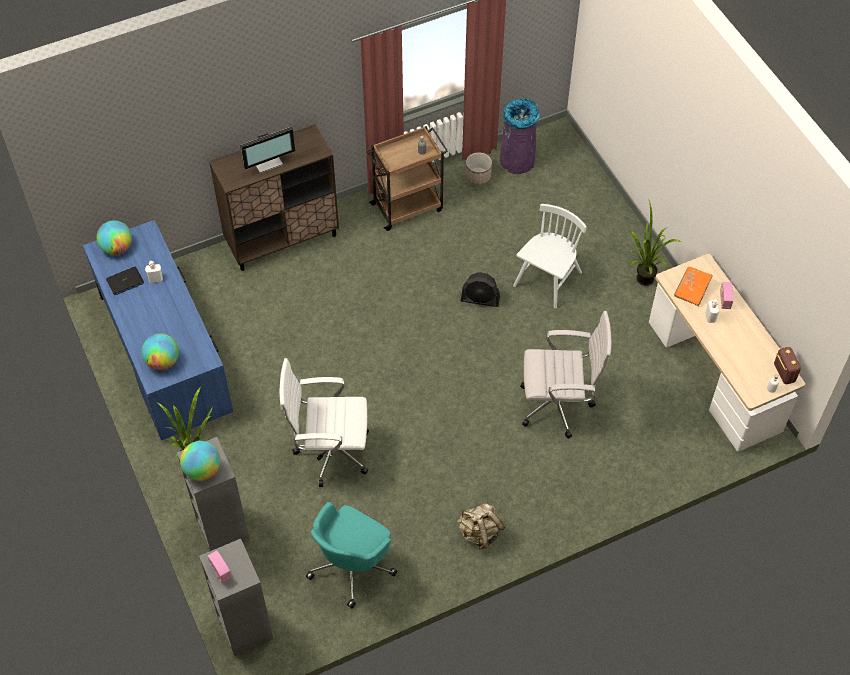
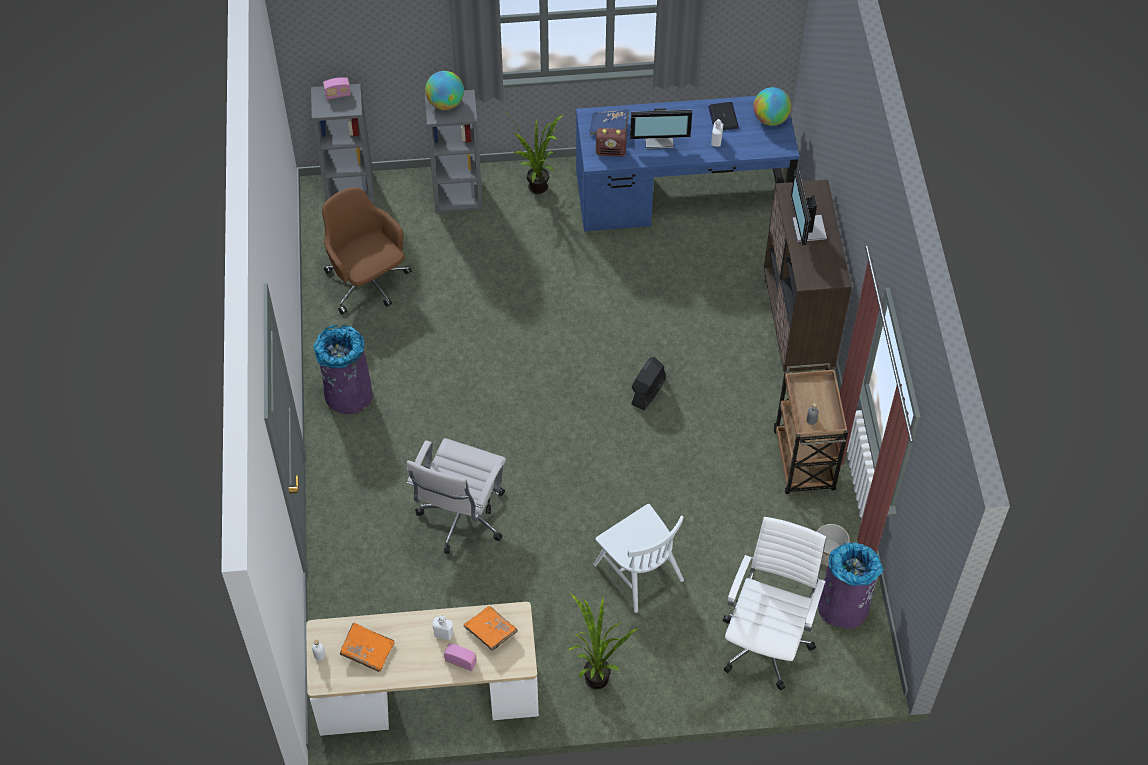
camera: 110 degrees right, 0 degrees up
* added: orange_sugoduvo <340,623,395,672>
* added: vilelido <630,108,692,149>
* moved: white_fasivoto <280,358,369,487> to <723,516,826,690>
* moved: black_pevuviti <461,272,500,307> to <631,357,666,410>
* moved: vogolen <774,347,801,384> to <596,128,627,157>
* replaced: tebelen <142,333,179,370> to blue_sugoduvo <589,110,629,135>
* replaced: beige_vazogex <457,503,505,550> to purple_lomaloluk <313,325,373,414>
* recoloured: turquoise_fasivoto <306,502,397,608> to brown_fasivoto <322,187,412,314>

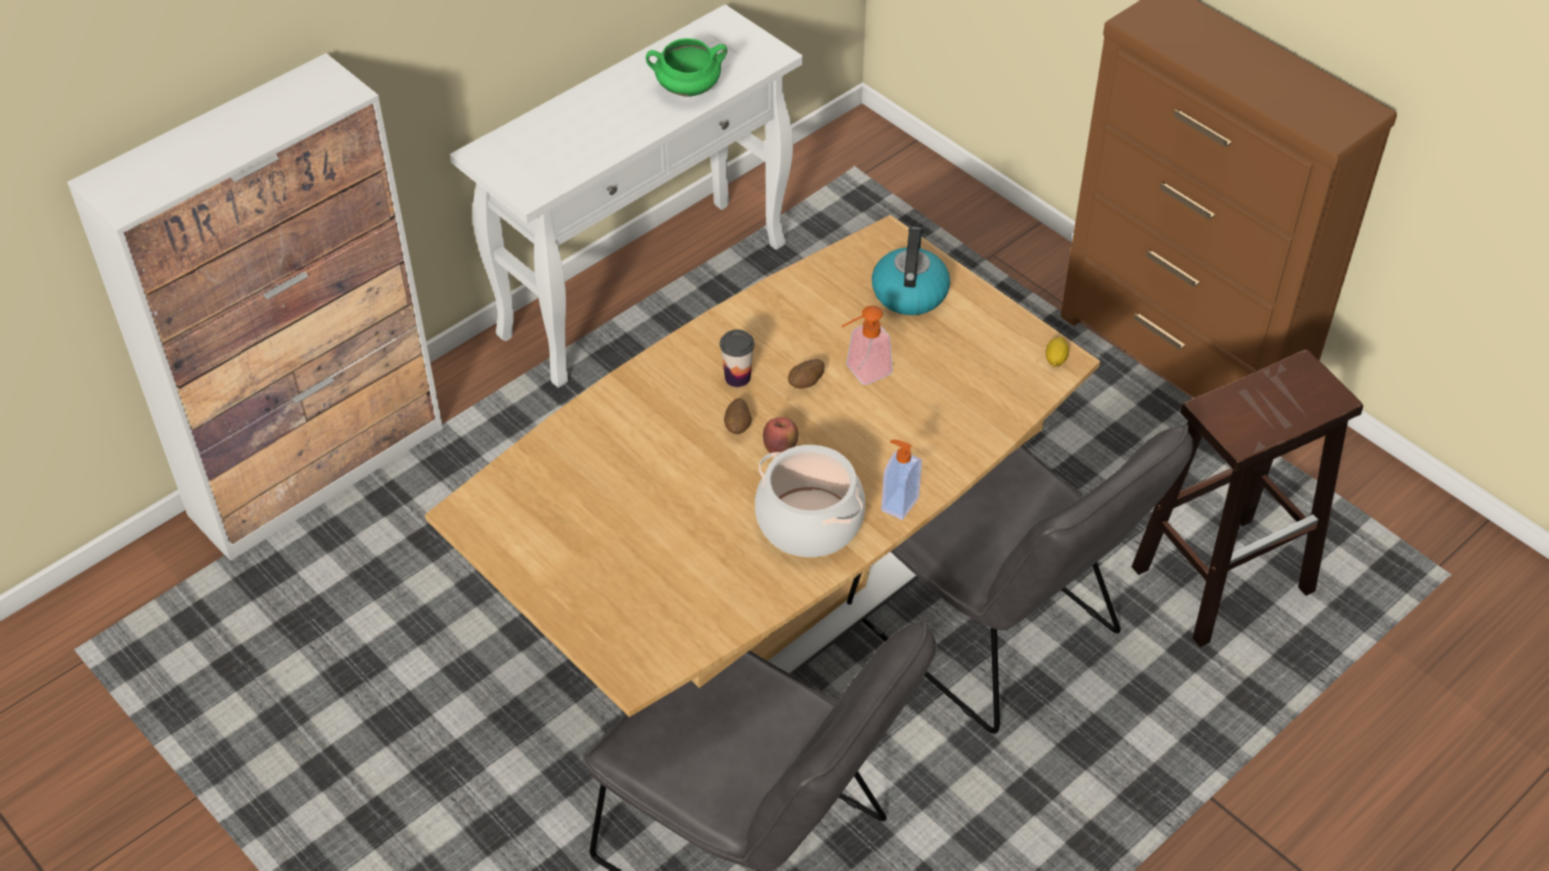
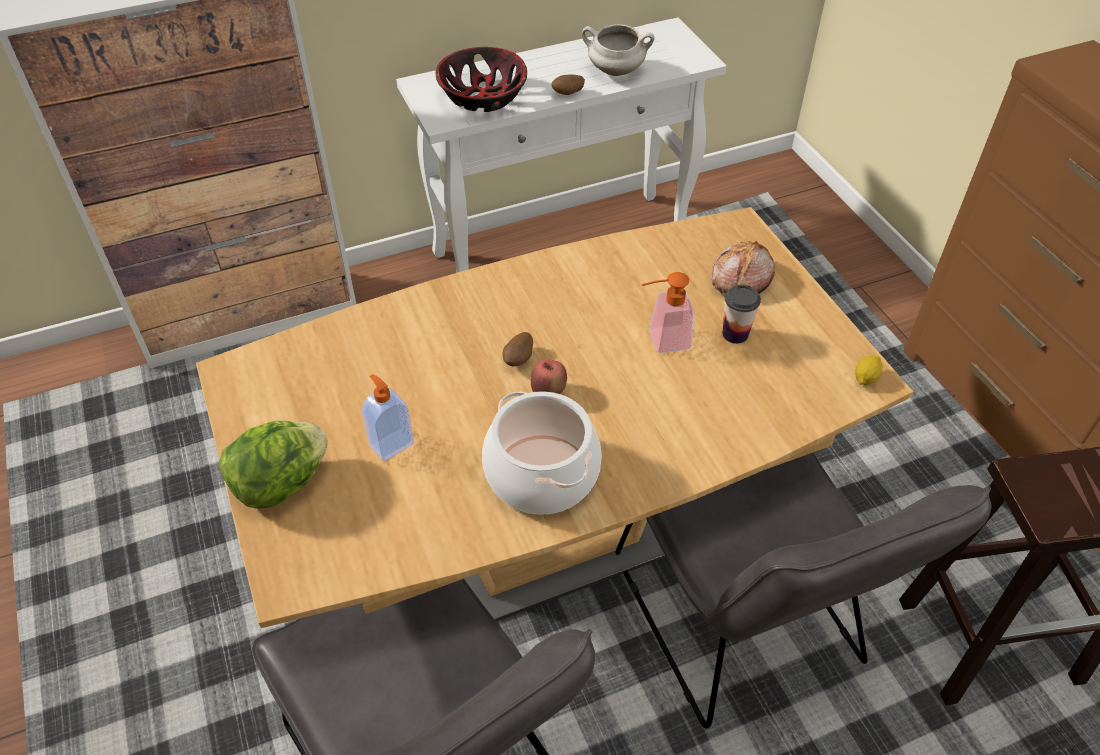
camera: 20 degrees right, 0 degrees up
* added: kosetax <219,420,328,509>
* added: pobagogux <436,47,527,112>
* moved: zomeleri <720,329,754,387> to <722,284,761,344>
* moved: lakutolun <788,359,824,389> to <551,74,585,95>
* moved: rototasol <881,440,922,520> to <361,374,414,462>
* replaced: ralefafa <872,227,950,315> to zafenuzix <712,241,775,294>
* recoloured: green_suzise <646,38,727,97> to white_suzise <582,24,654,76>

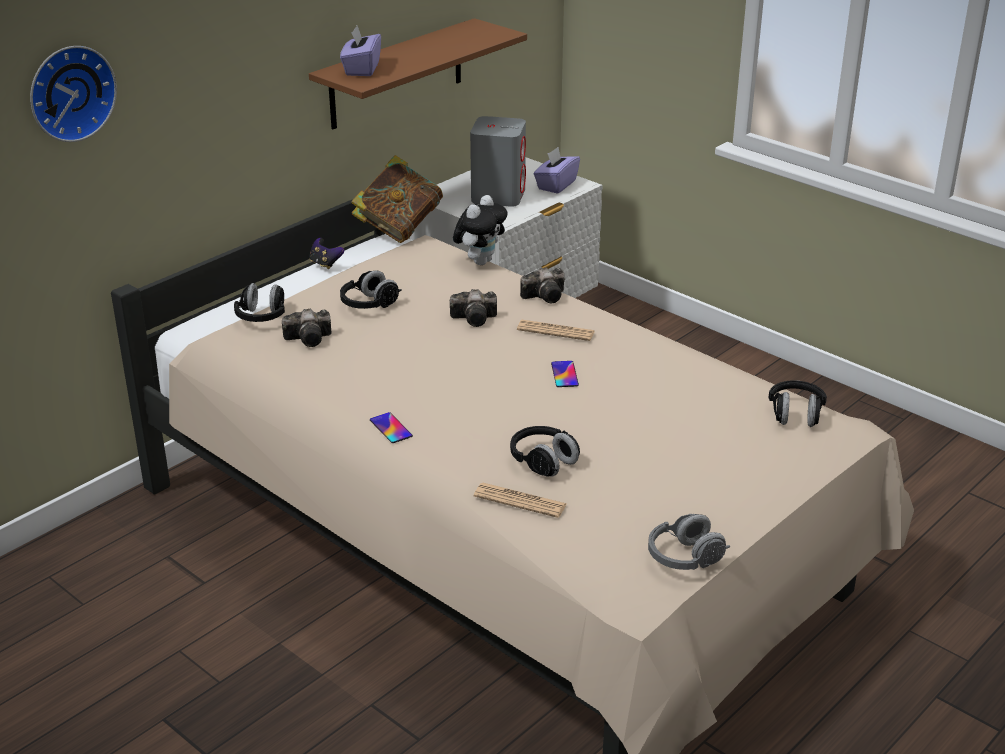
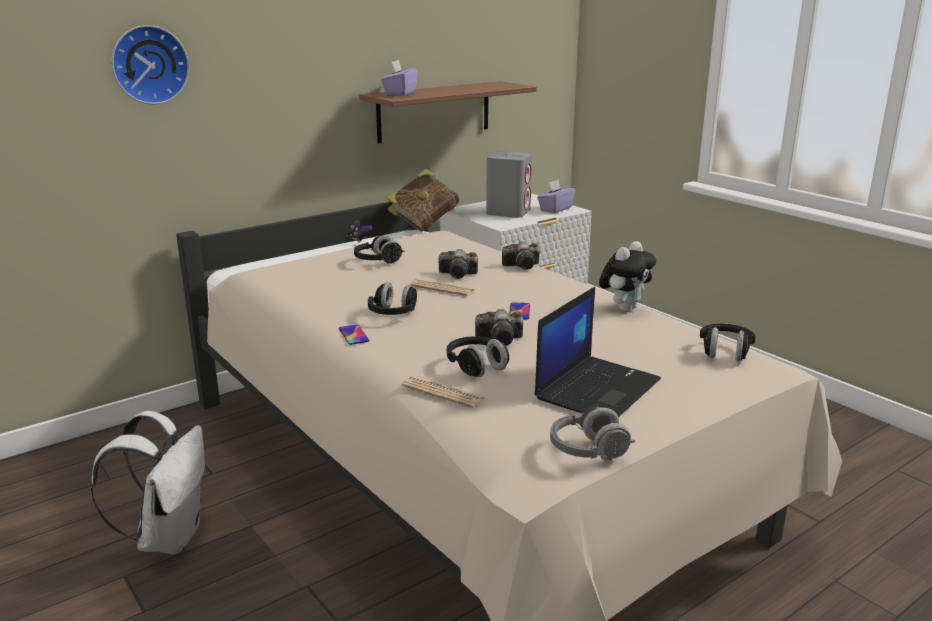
camera: 10 degrees right, 10 degrees down
* added: white_vazogex <91,411,205,555>
* added: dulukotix <534,287,661,417>
* moved: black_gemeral <234,283,285,322> to <368,282,417,315>
* moved: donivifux <282,309,331,347> to <475,309,523,346>
* moved: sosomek <453,195,508,265> to <599,241,656,312>
* moved: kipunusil <517,320,595,341> to <410,279,475,296>

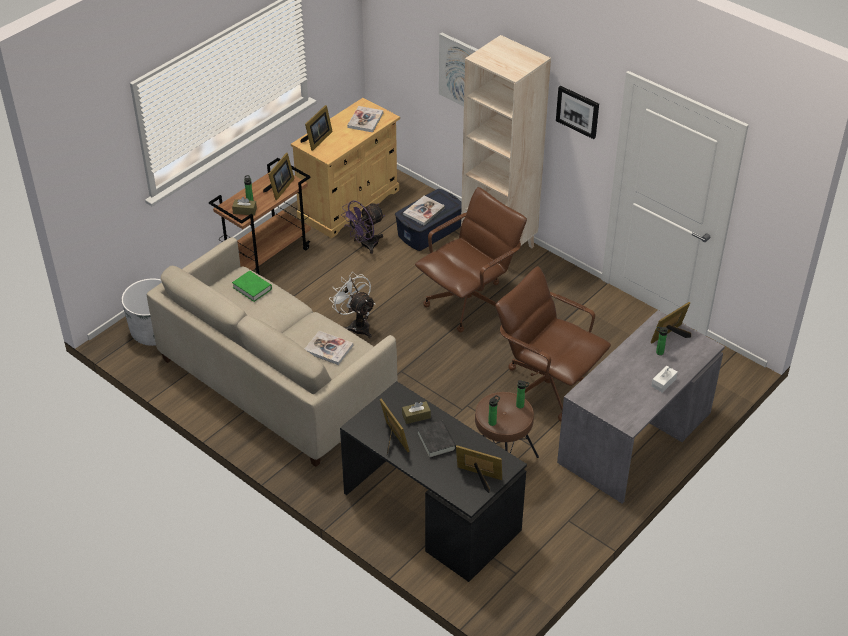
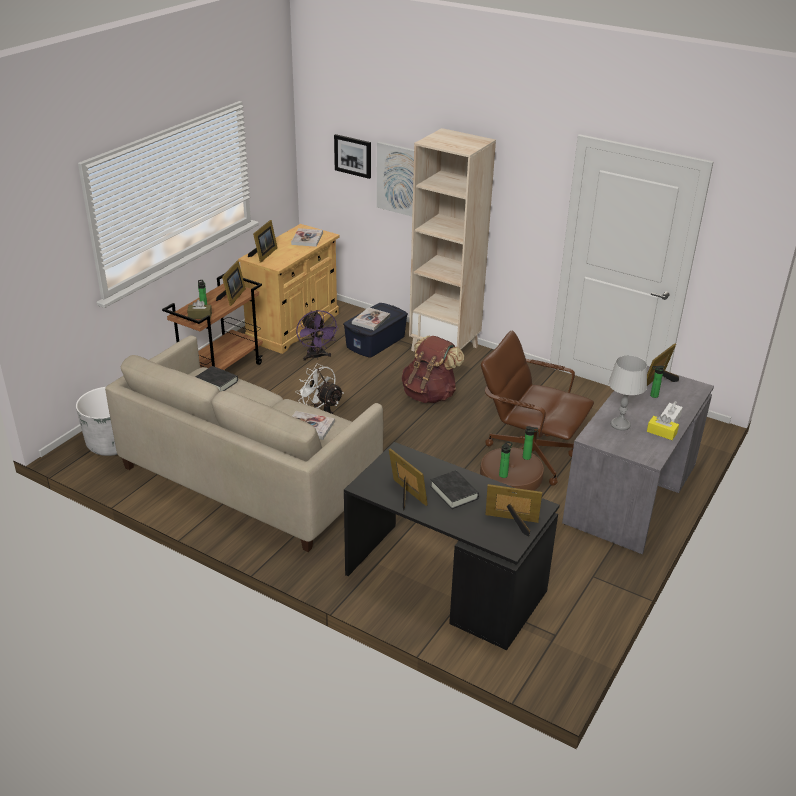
camera: 10 degrees left, 10 degrees down
* removed: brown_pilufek <402,401,431,424>
* added: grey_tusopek <608,355,647,431>
* added: yellow_pilufek <647,414,679,440>
* moved: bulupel <556,86,599,139> to <334,134,371,179>
* replaced: brown_fasivoto <415,187,527,332> to brown_vazogex <402,336,464,403>
* recoloured: green_sugoduvo <232,271,272,302> to black_sugoduvo <196,366,238,391>
* turned: purple_pevuviti <341,200,385,254> = <296,310,339,361> 60 degrees counterclockwise

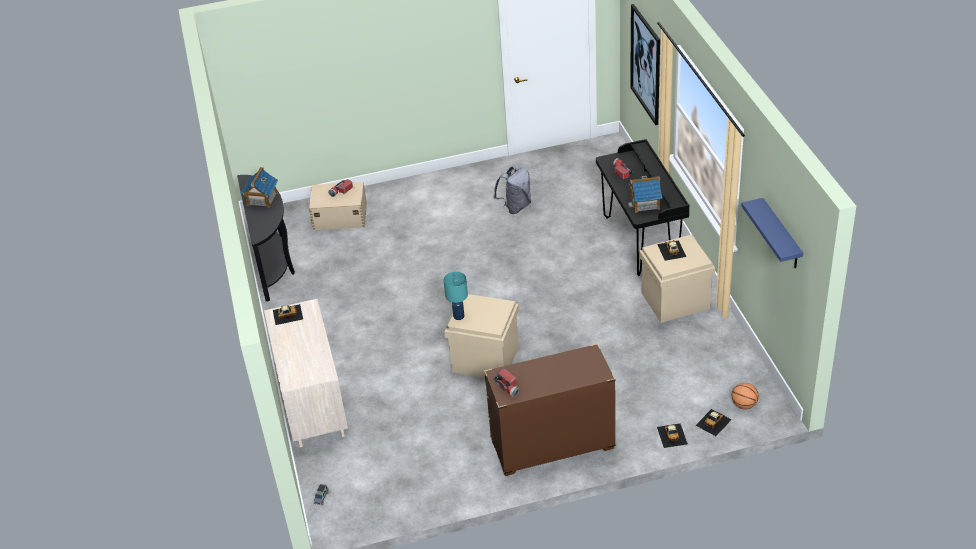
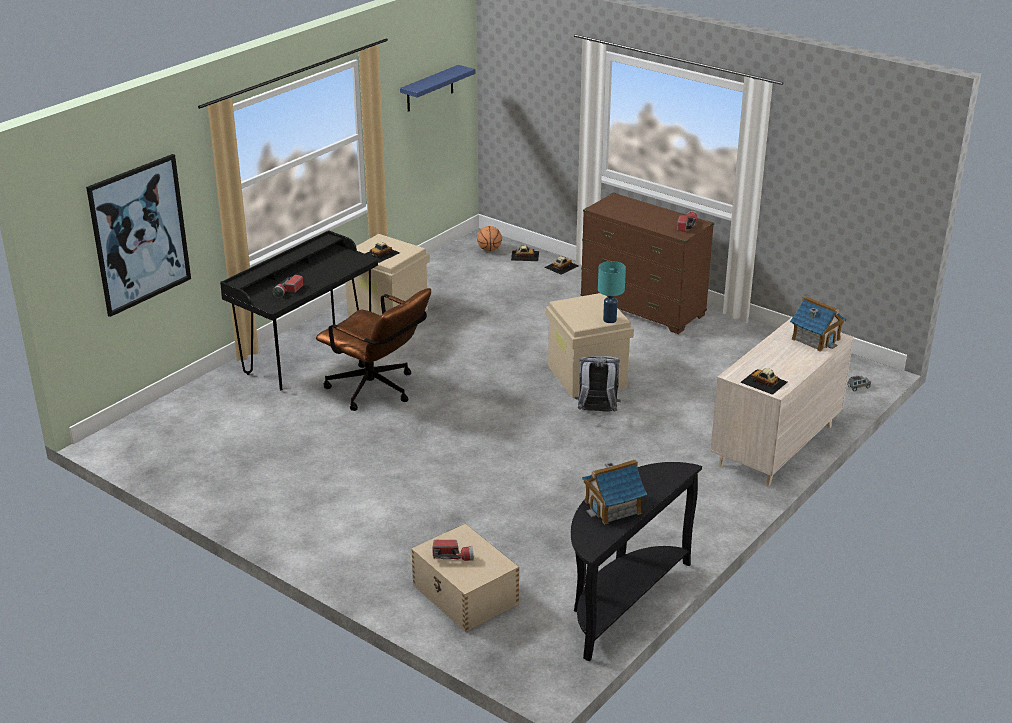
camera: 130 degrees left, 10 degrees down
* added: brown_fasivoto <316,288,431,411>
* moved: grey_vazogex <493,166,531,214> to <575,356,621,412>
* moved: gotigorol <628,176,662,213> to <790,296,846,352>

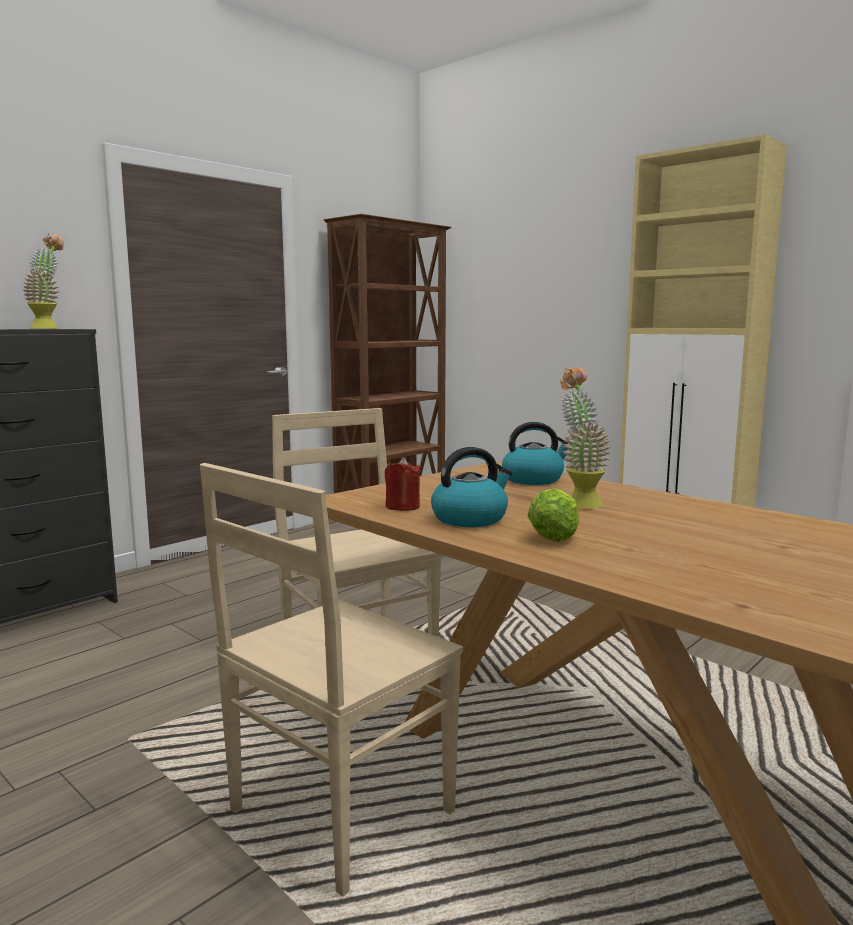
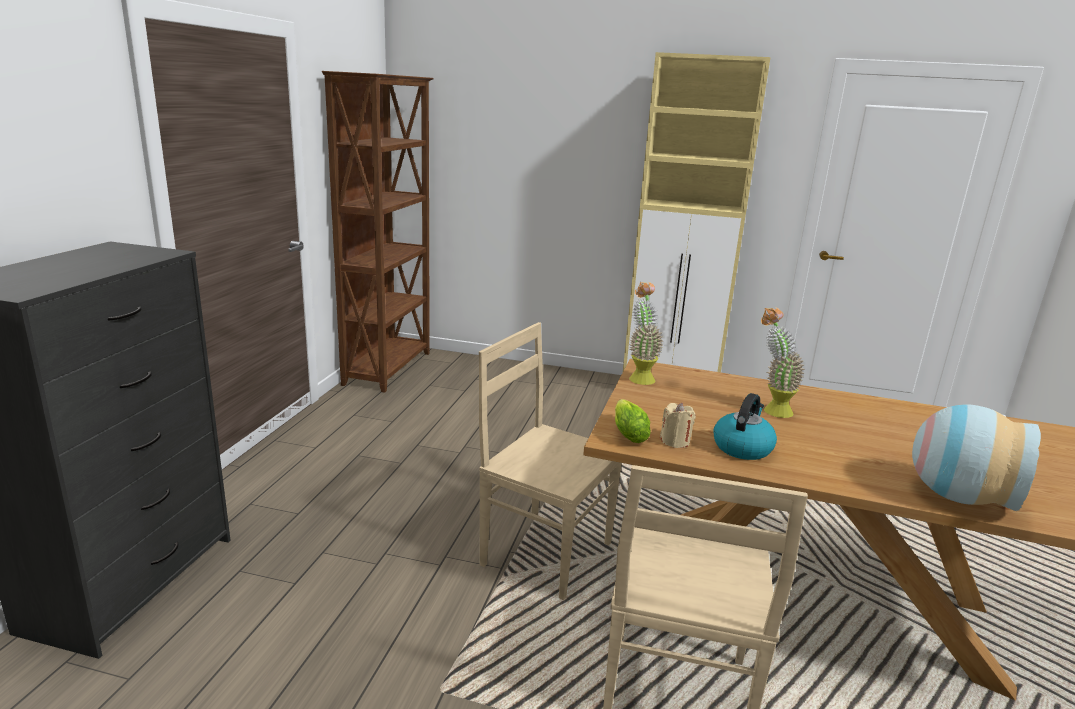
camera: 30 degrees left, 10 degrees up
* removed: ralefafa <502,422,568,485>
* added: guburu <912,405,1041,511>
* moved: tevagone <23,234,64,329> to <629,282,663,385>
* moved: kosetax <527,488,580,542> to <615,399,651,443>
* recoloured: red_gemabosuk <385,457,421,511> to beige_gemabosuk <660,403,696,448>

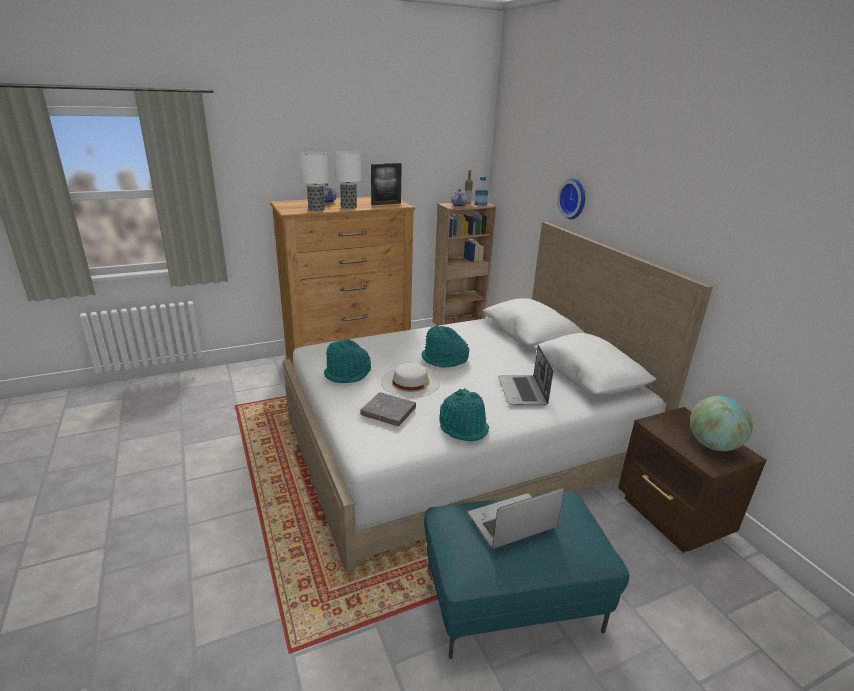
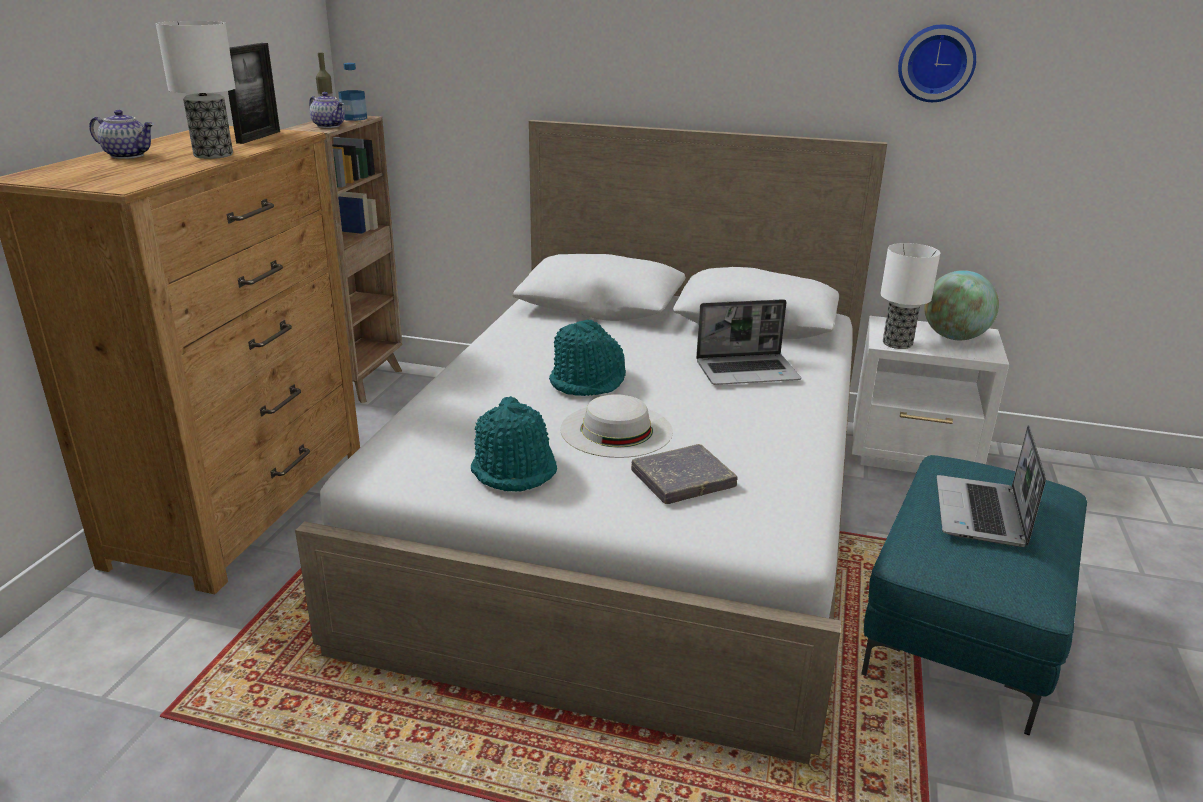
camera: 50 degrees left, 0 degrees up
* removed: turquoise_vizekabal <439,388,489,442>
* moved: tusopek <299,152,329,212> to <880,243,940,349>
* moved: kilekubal <557,178,585,219> to <898,24,976,102>
* recoloured: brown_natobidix <618,407,766,553> to white_natobidix <852,316,1009,473>
* turned: dulukotix <498,345,553,406> = <696,299,801,385> 45 degrees counterclockwise

